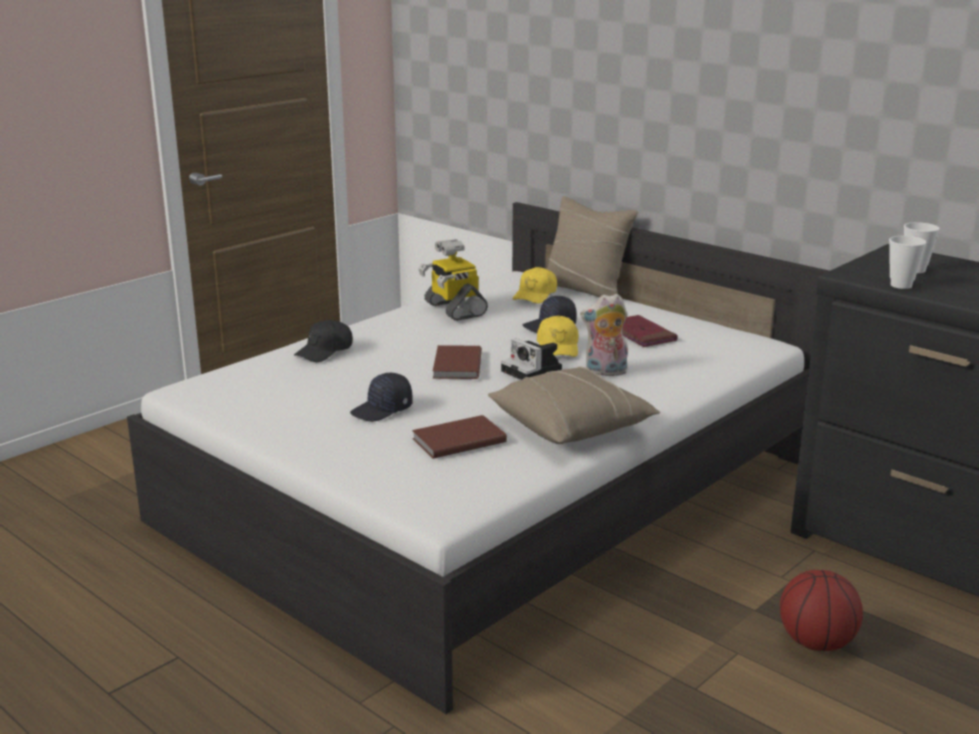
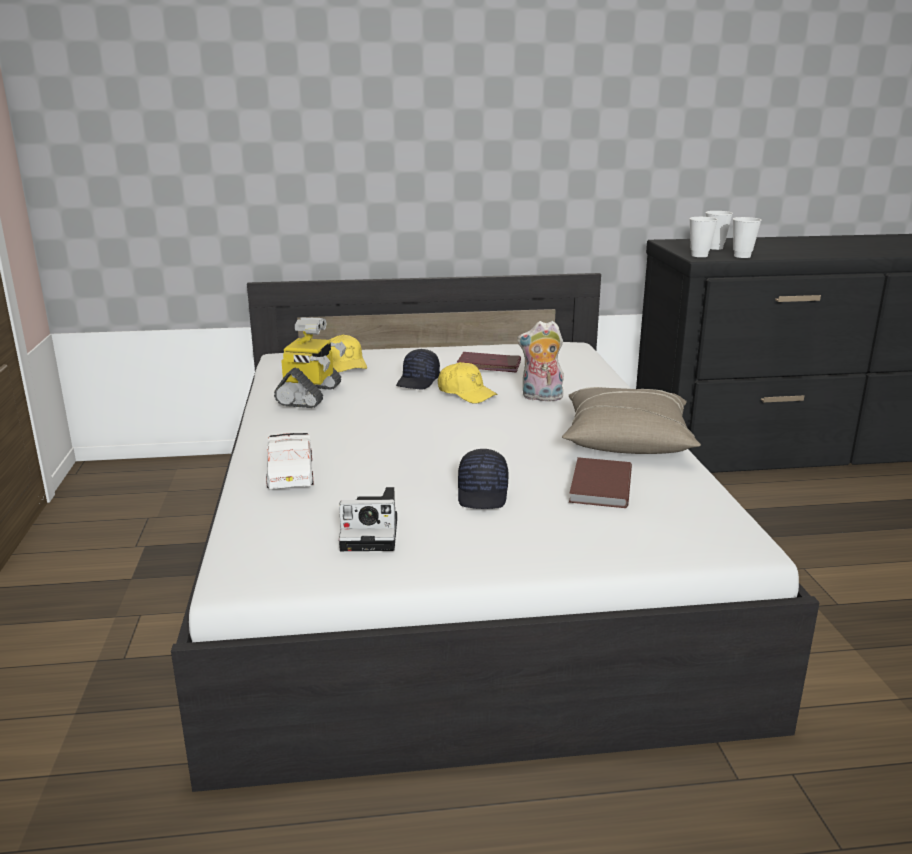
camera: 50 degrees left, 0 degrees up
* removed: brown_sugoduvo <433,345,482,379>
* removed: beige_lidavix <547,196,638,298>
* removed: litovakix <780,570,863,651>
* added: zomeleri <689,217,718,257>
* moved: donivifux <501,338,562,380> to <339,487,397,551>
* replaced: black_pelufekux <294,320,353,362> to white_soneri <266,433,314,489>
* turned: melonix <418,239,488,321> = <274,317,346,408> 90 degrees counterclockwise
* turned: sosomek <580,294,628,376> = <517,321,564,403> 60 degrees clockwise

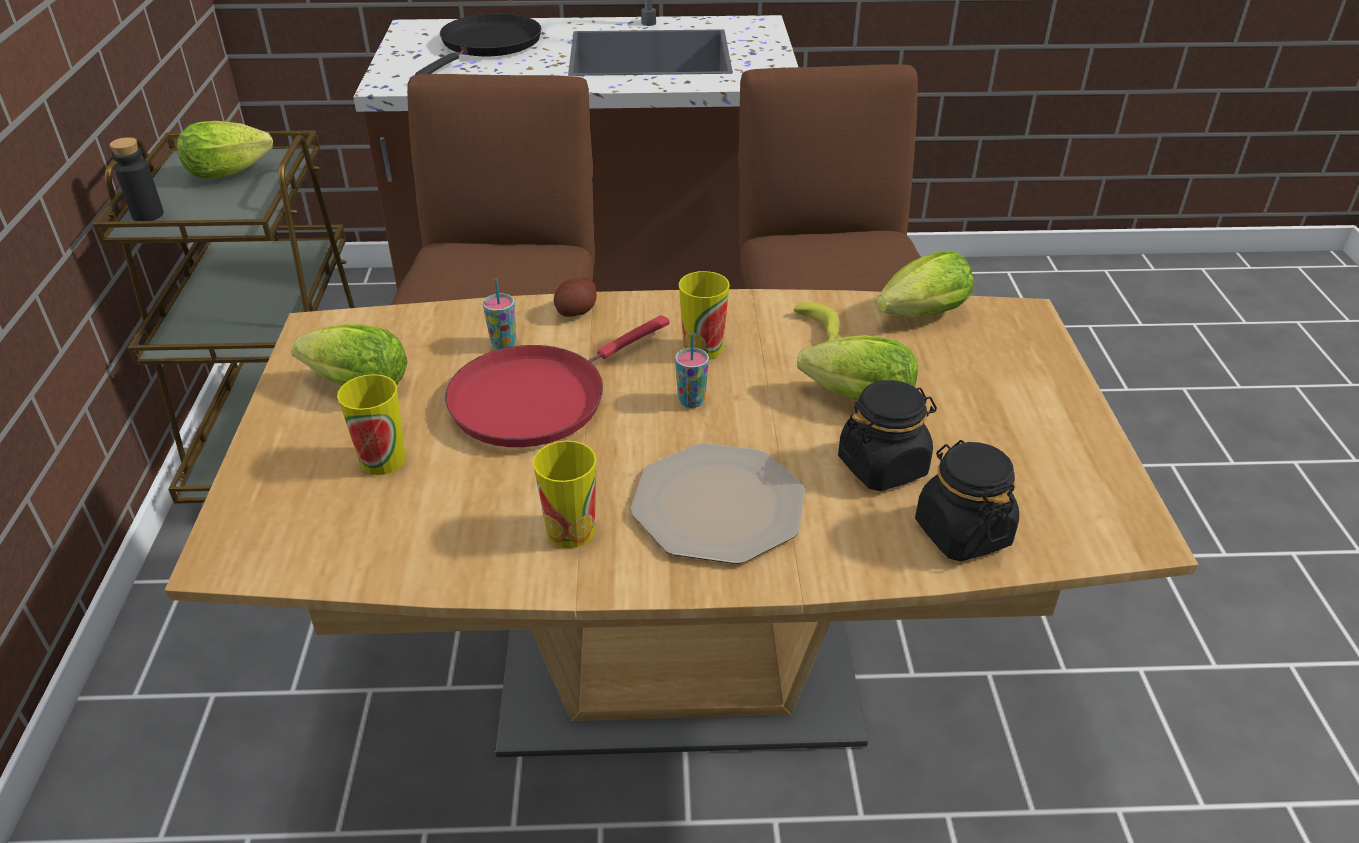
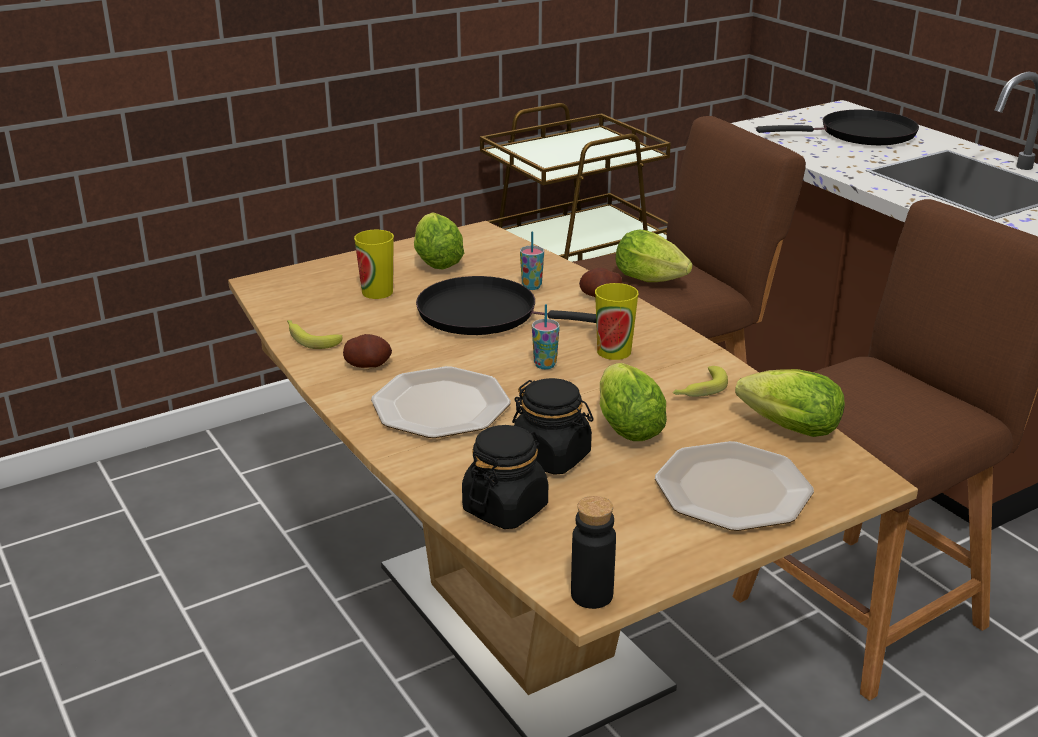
camera: 60 degrees right, 10 degrees down
* added: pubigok <287,320,342,349>
* added: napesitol <655,441,814,531>
* moved: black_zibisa <110,137,164,221> to <571,496,616,609>
* moved: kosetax <177,121,273,179> to <616,230,693,282>
* replaced: zomeleri <533,440,597,548> to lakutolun <343,334,392,368>
* recoloured: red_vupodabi <445,315,670,447> to black_vupodabi <416,276,596,335>

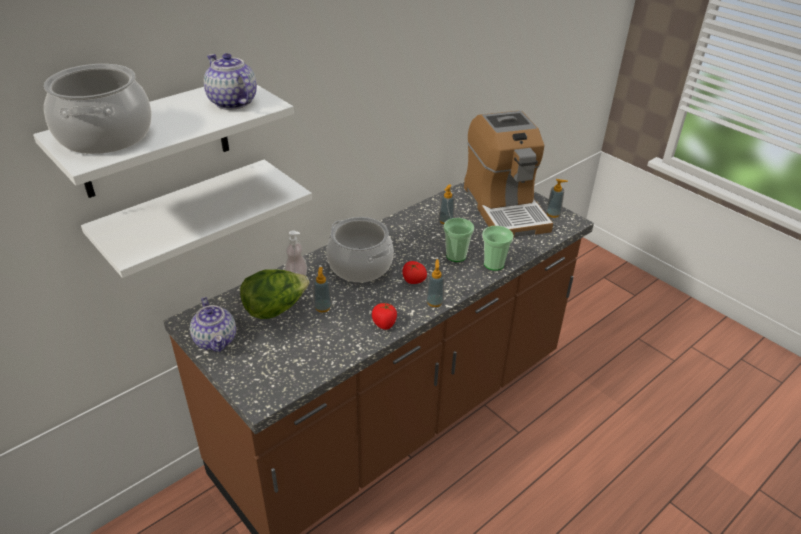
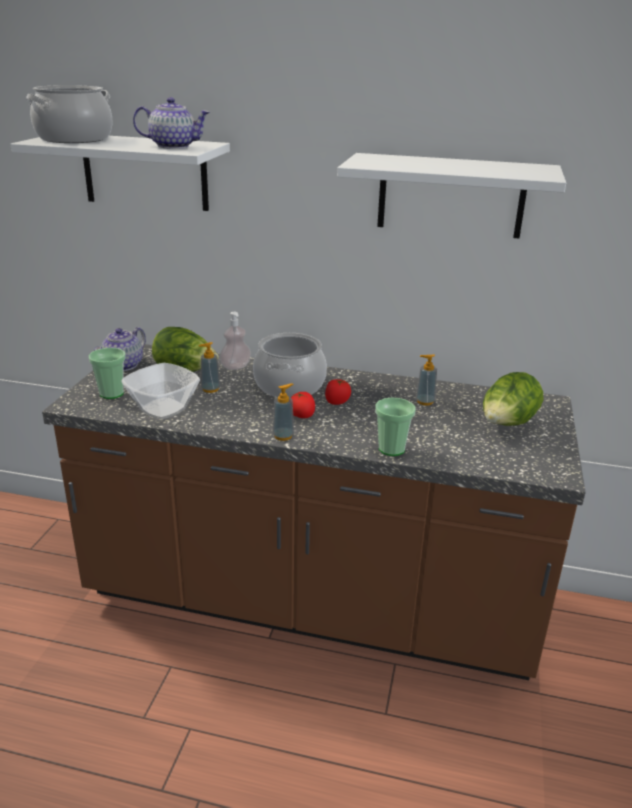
camera: 55 degrees right, 10 degrees down
* removed: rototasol <546,179,568,218>
* added: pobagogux <121,363,200,419>
* moved: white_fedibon <81,160,312,278> to <337,153,566,238>
* moved: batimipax <372,303,397,330> to <325,379,351,405>
* moved: zomeleri <443,218,474,262> to <89,348,126,399>
* replaced: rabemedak <464,111,553,238> to kosetax <483,372,543,426>
* turned: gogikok <204,53,257,110> = <133,97,210,149> 75 degrees clockwise

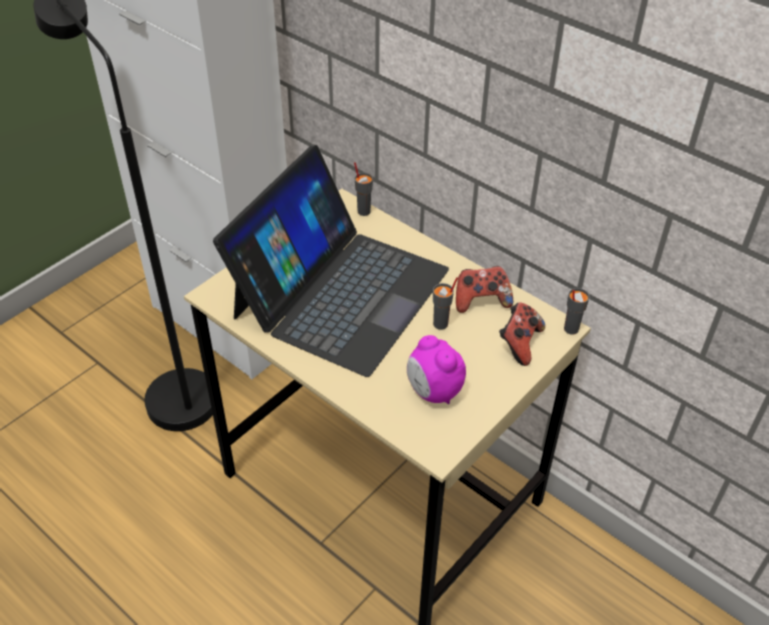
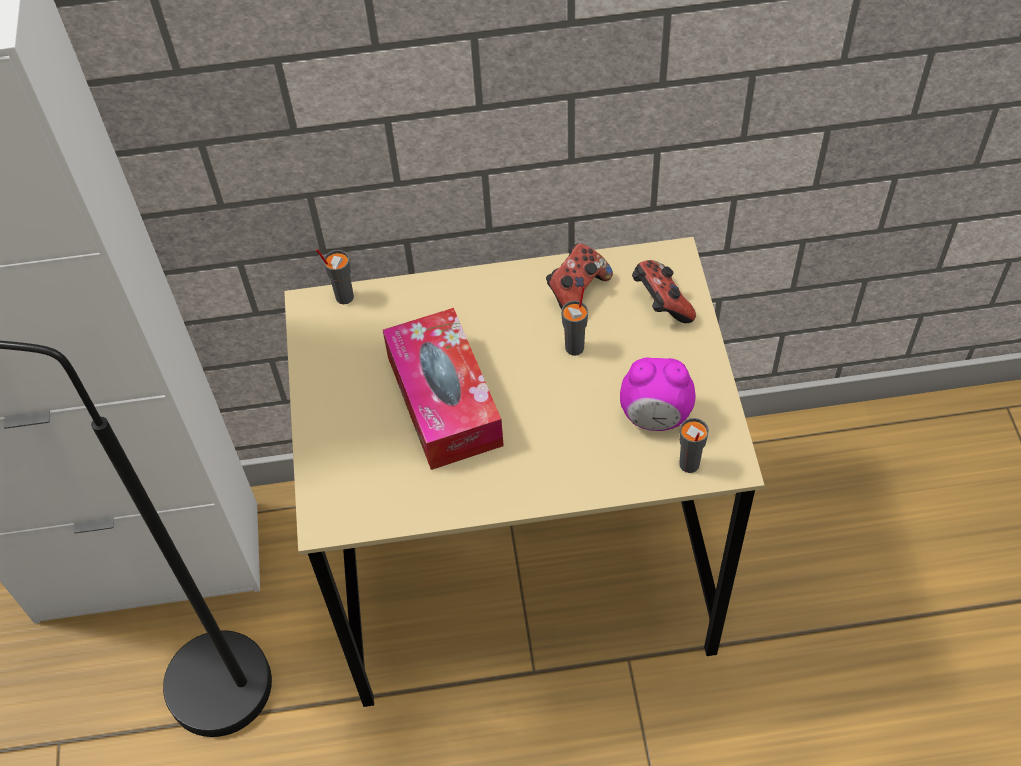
camera: 45 degrees left, 10 degrees up
* moved: grey_zomeleri <564,288,590,334> to <679,418,709,473>
* replaced: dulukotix <213,145,449,377> to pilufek <383,308,504,470>

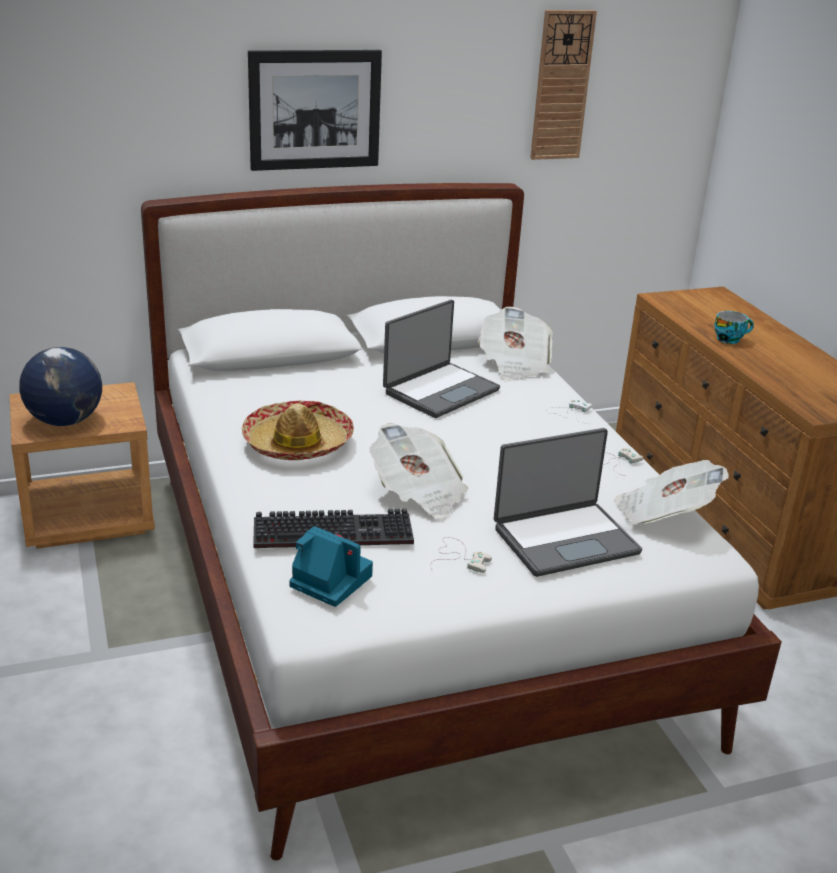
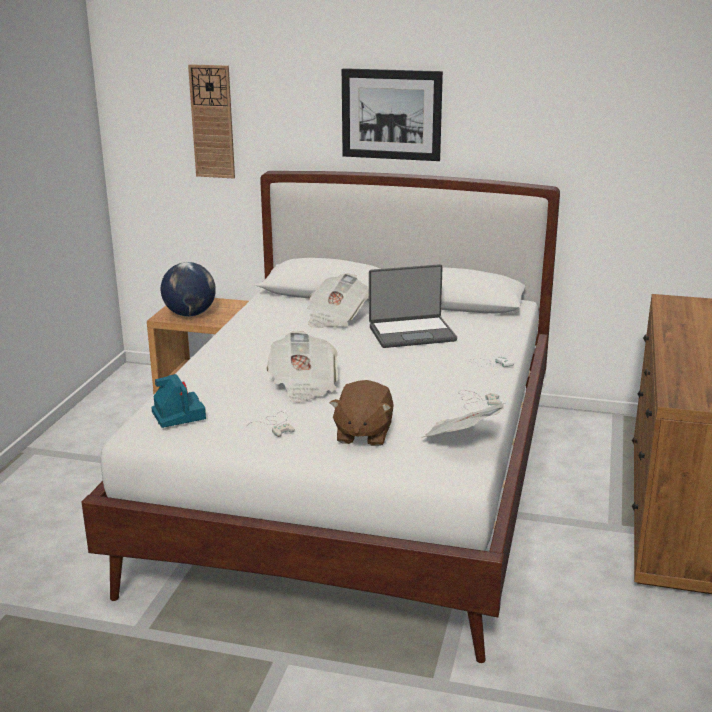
camera: 35 degrees right, 5 degrees down
* removed: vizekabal <242,401,354,460>
* removed: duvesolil <253,509,414,548>
* removed: zomeleri <714,311,754,344>
* moved: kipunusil <478,307,553,381> to <307,273,369,328>
* moved: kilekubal <530,10,597,160> to <188,64,235,179>
* replaced: dulukotix <494,428,642,577> to brown_sosomek <330,380,393,446>

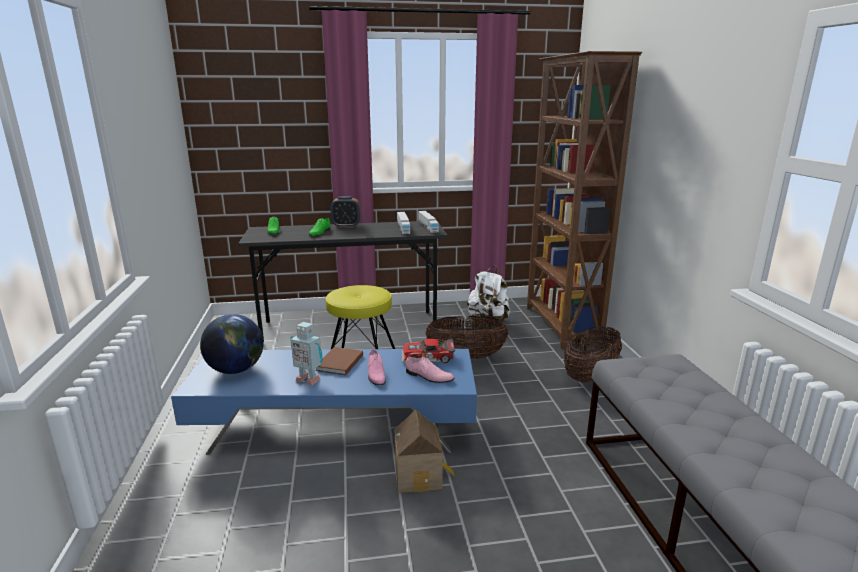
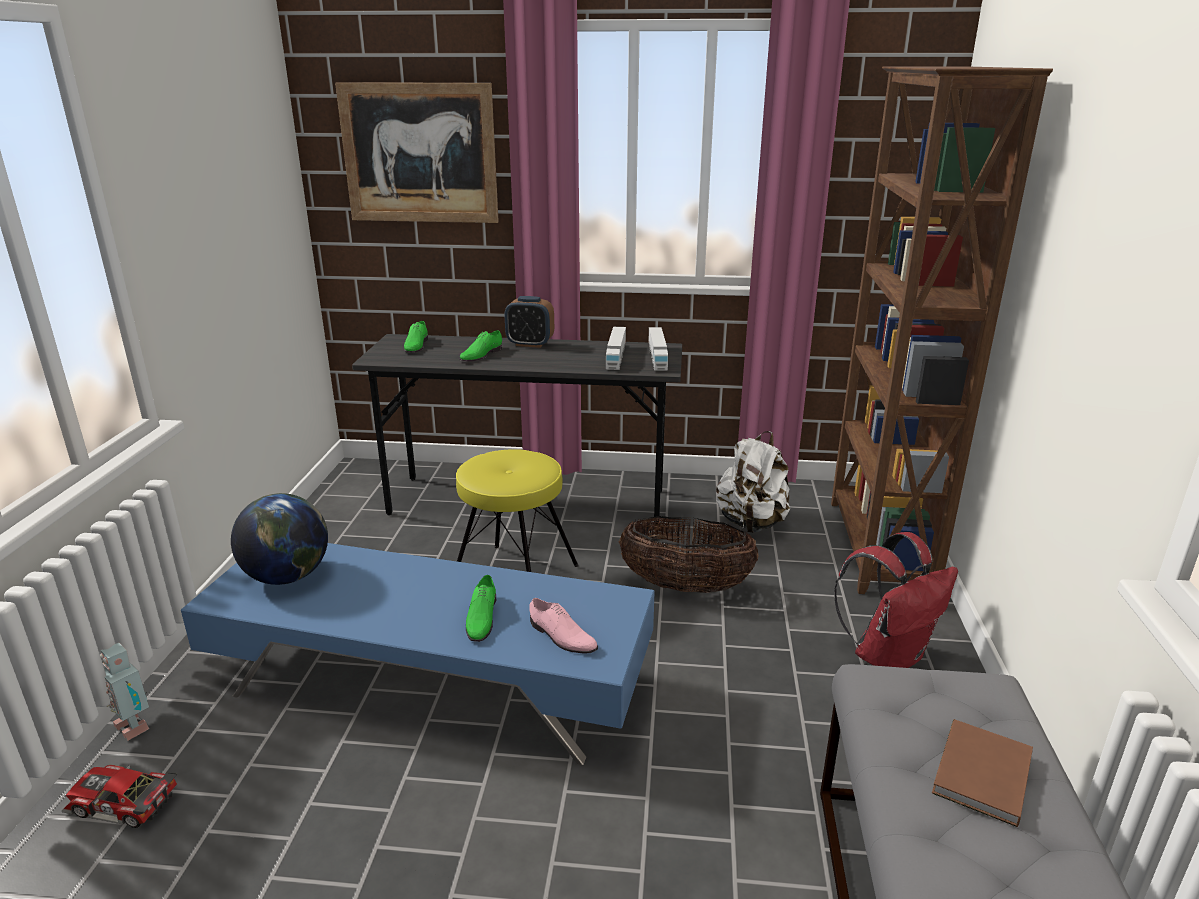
camera: 15 degrees right, 5 degrees up
* removed: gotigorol <395,410,455,493>
* added: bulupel <335,82,499,223>
* moved: melonix <290,322,323,386> to <100,643,149,741>
* moved: brown_sugoduvo <315,347,363,375> to <932,719,1033,827>
* moved: soneri <402,339,455,363> to <62,765,177,828>
* replaced: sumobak <564,326,622,383> to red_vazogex <834,532,958,668>
* recoloured: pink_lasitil <368,349,386,385> to green_lasitil <466,575,497,642>

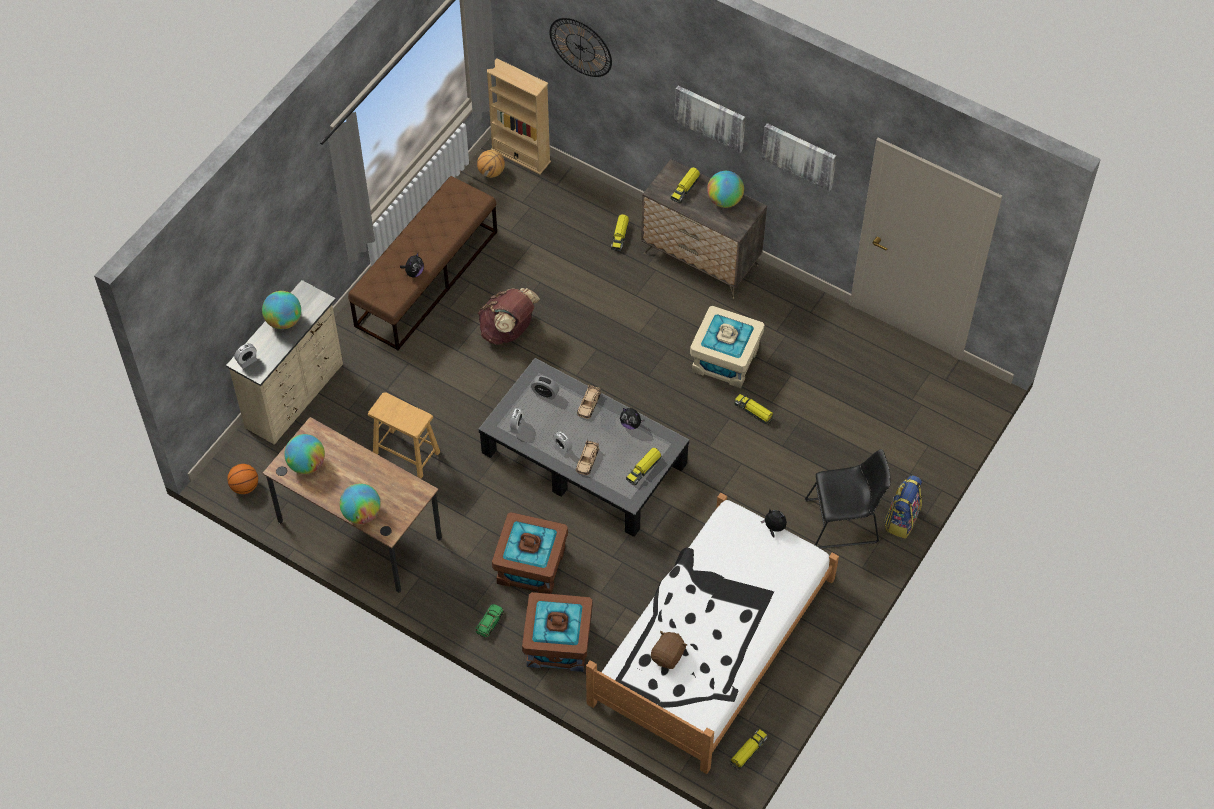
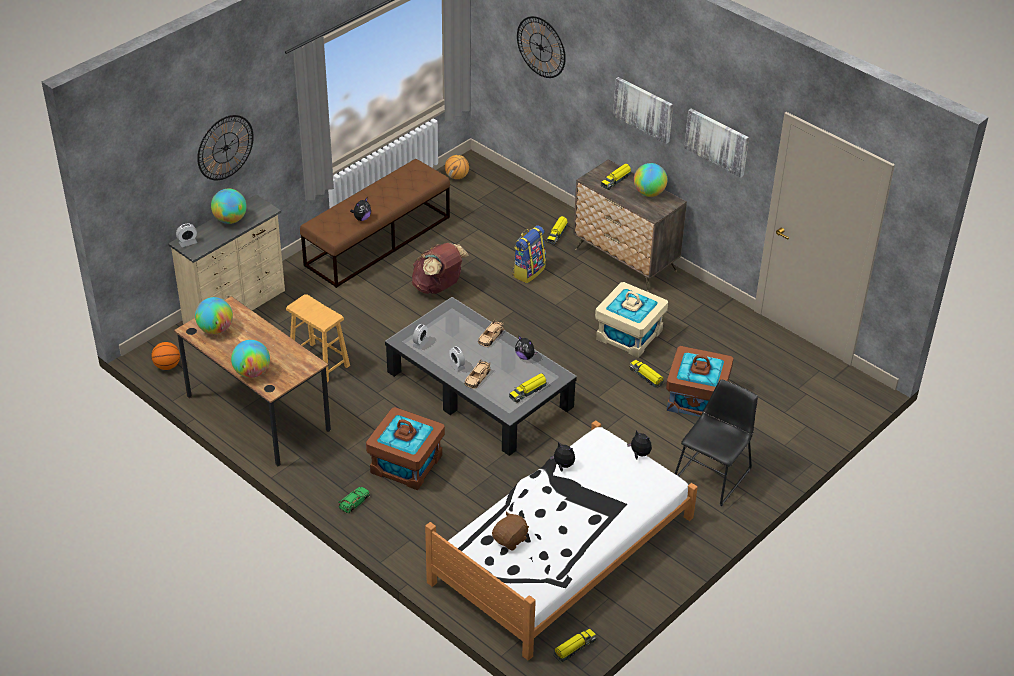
camera: 10 degrees right, 15 degrees down
* removed: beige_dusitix <487,58,551,175>
* removed: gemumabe <531,375,559,400>
* added: kilekubal <197,115,254,180>
* added: sosomek <550,442,575,472>
* moved: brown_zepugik <522,592,592,672> to <666,346,734,417>
* moved: vazogex <885,475,922,539> to <512,225,546,283>
* turned: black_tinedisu <805,449,891,549> = <675,379,758,506> 60 degrees counterclockwise

